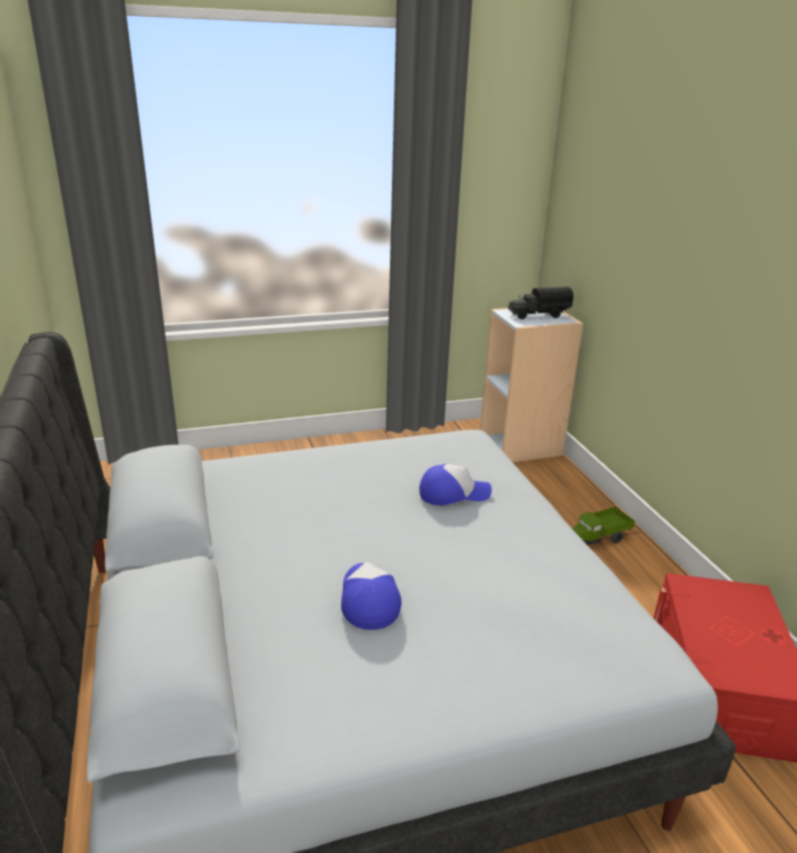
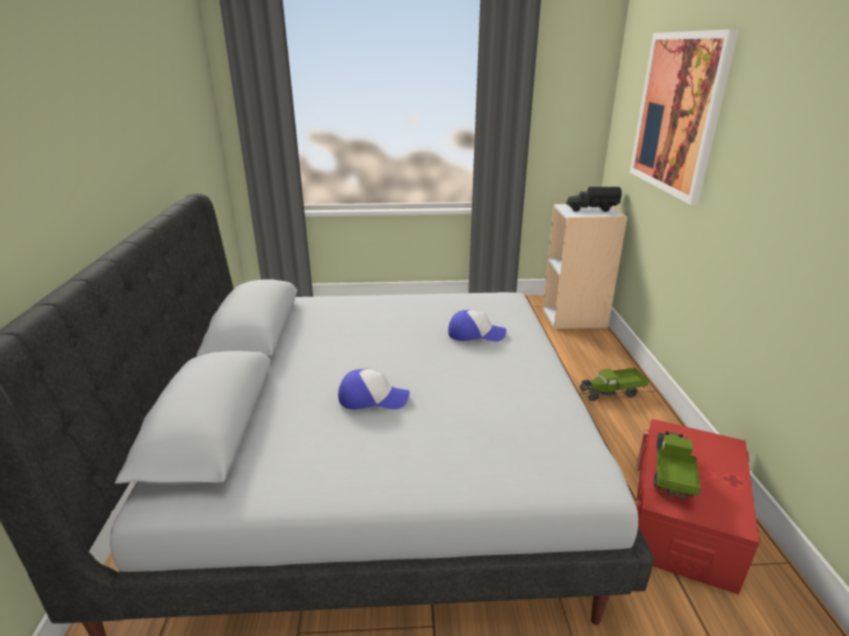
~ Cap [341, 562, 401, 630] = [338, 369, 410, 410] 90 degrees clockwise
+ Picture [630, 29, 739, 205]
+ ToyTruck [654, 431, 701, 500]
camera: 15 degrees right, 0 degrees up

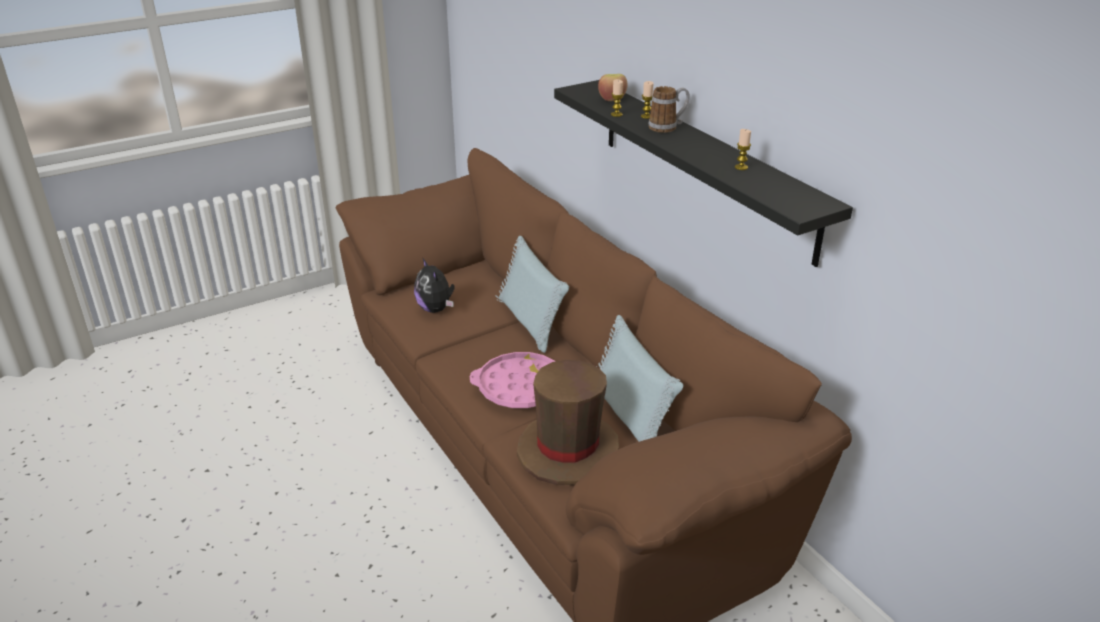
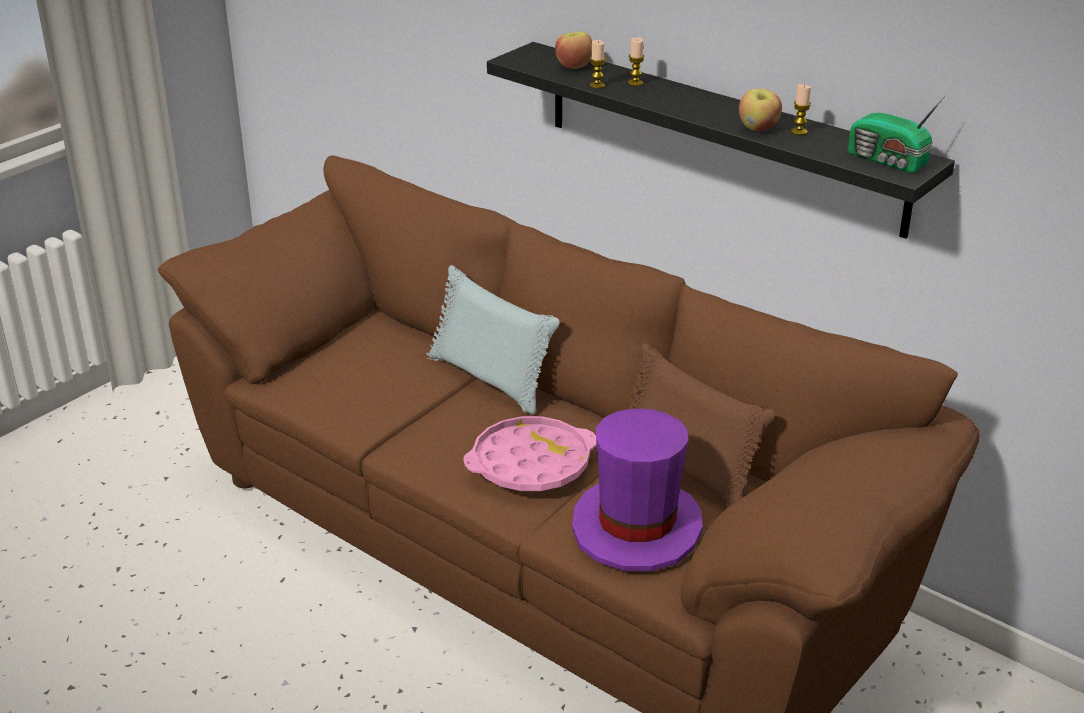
- PlushToy [414, 259, 455, 313]
~ BrownHat [517, 360, 619, 485] to PurpleHat [572, 409, 703, 571]
~ BluePillow [598, 315, 683, 442] to BrownPillow [629, 343, 775, 508]
- Mug [648, 86, 690, 133]
+ Apple [739, 89, 782, 131]
+ Radio [848, 95, 946, 173]
camera: 20 degrees left, 0 degrees up

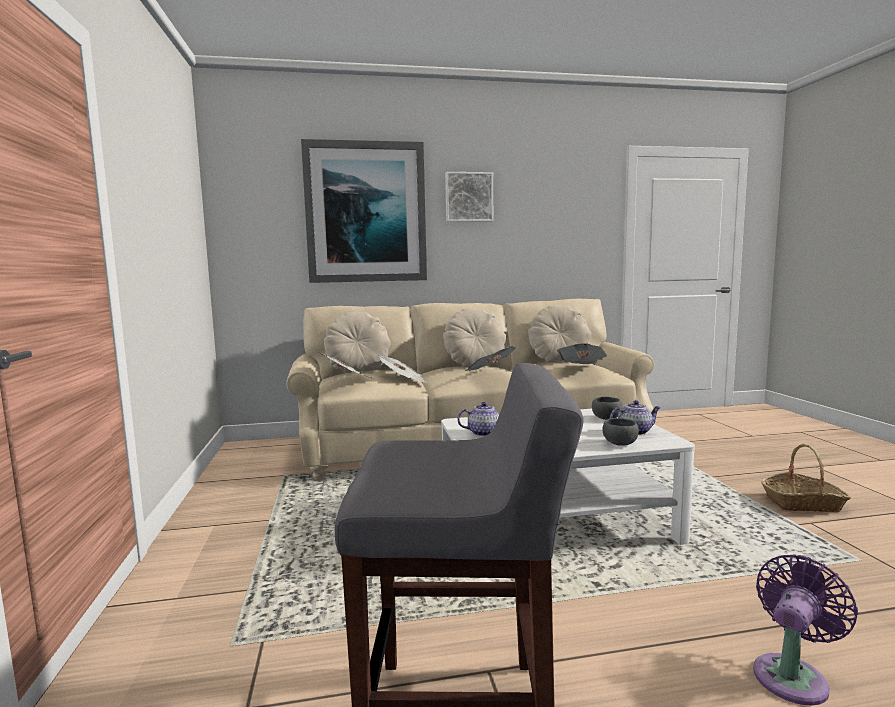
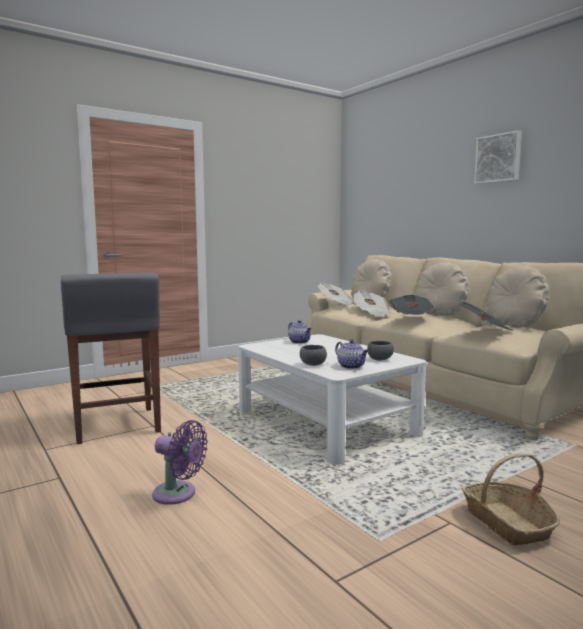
- Picture [301, 139, 427, 283]
camera: 65 degrees right, 0 degrees up

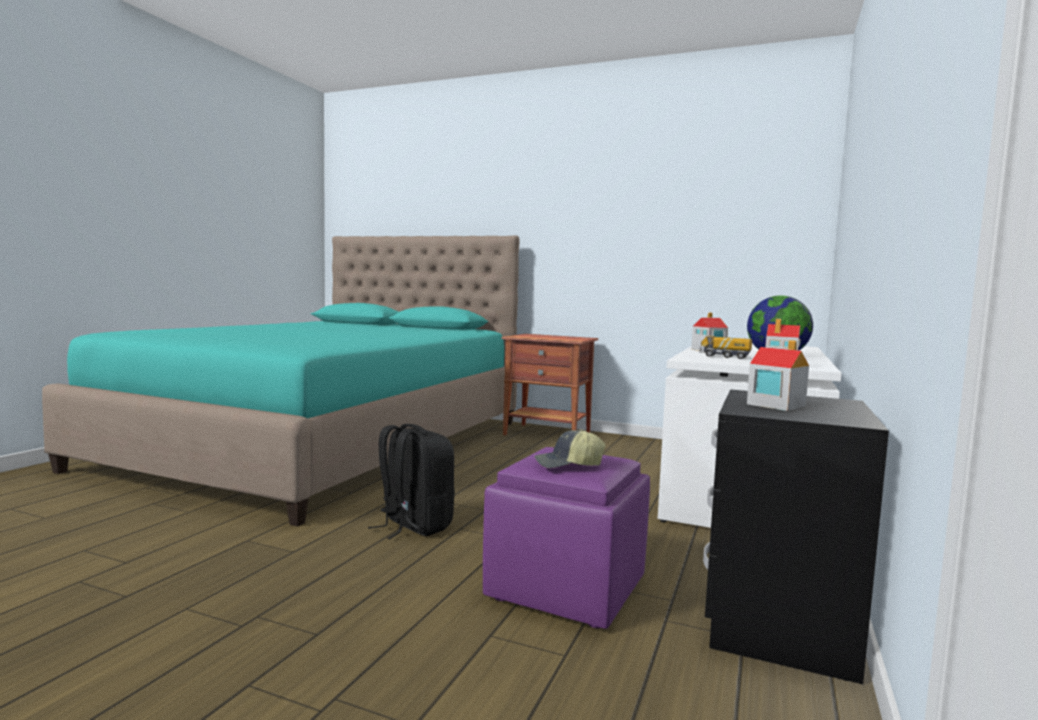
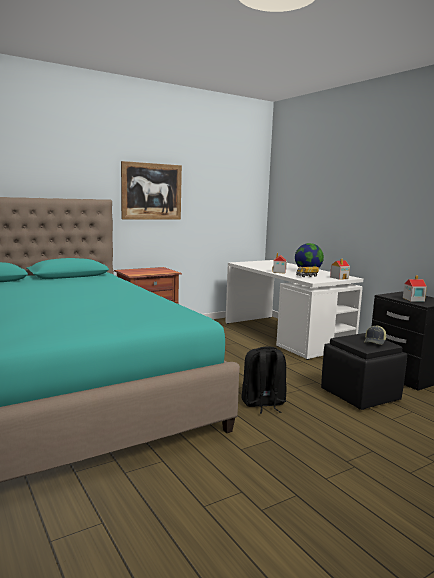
~ PurpleOttoman [483, 447, 650, 629] to BlackOttoman [321, 333, 407, 410]
+ Picture [121, 161, 182, 219]
camera: 55 degrees left, 5 degrees up

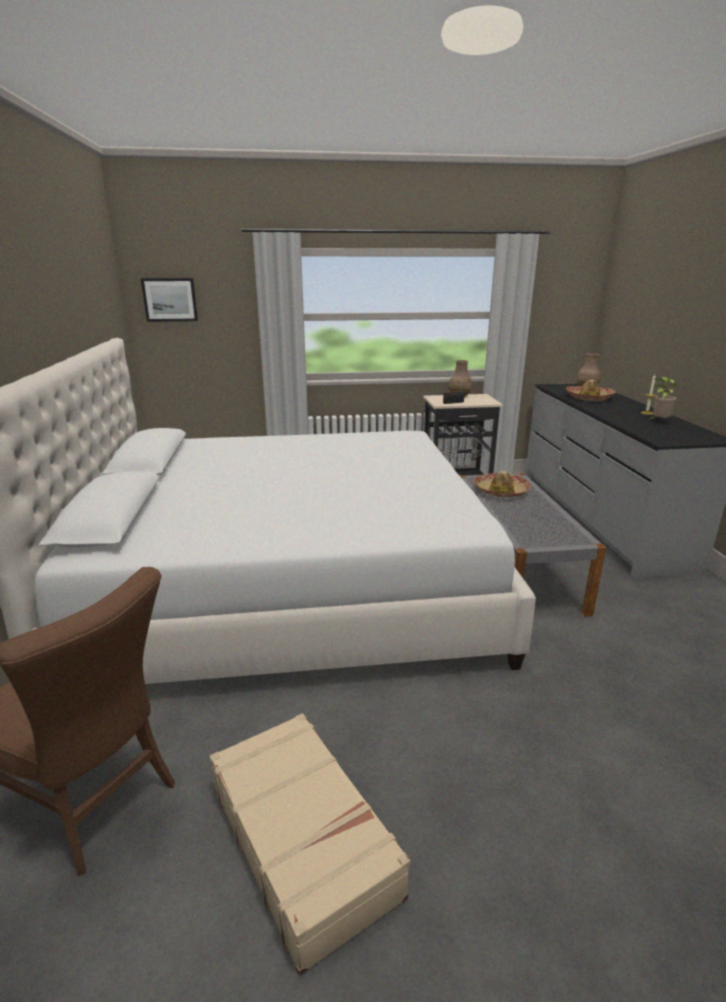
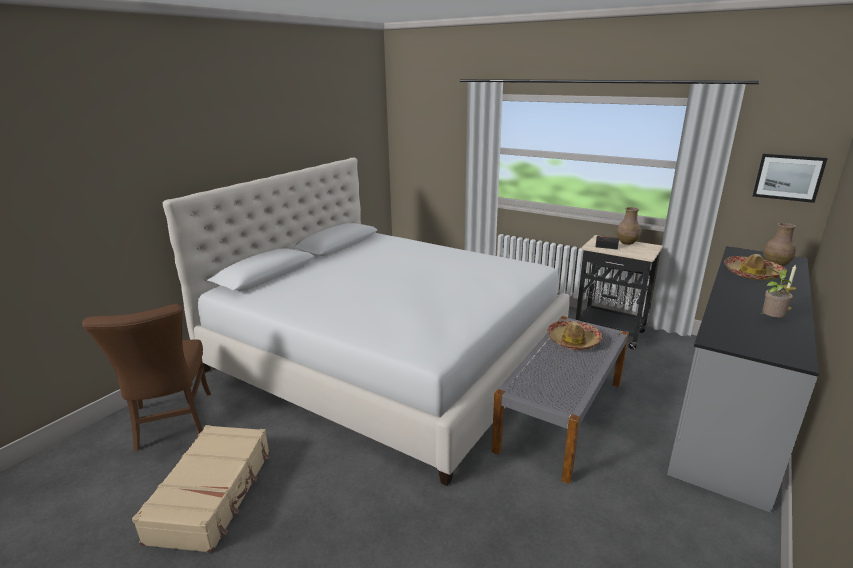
~ Picture [141, 278, 198, 322] to [753, 153, 828, 203]
camera: 40 degrees right, 0 degrees up

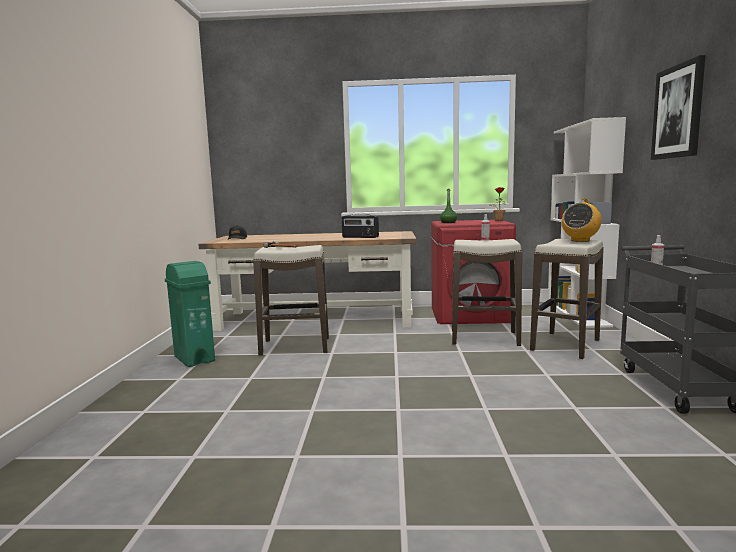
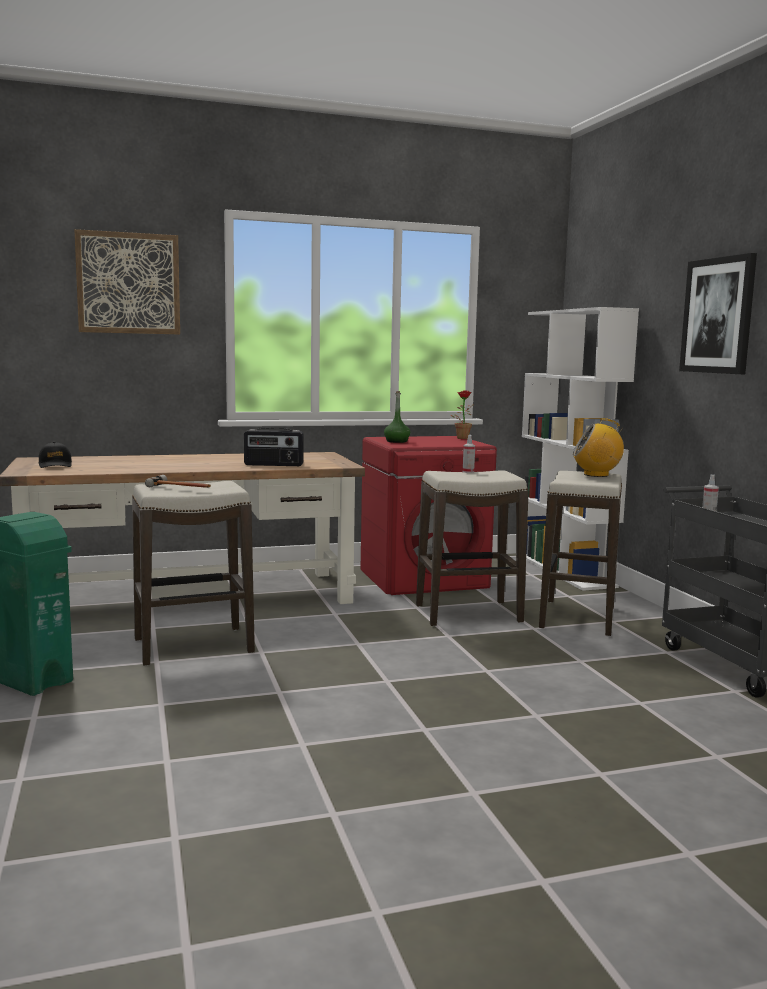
~ Radio [562, 198, 602, 242] = [573, 418, 624, 477] 75 degrees clockwise
+ Picture [74, 229, 180, 334]
camera: 20 degrees left, 0 degrees up

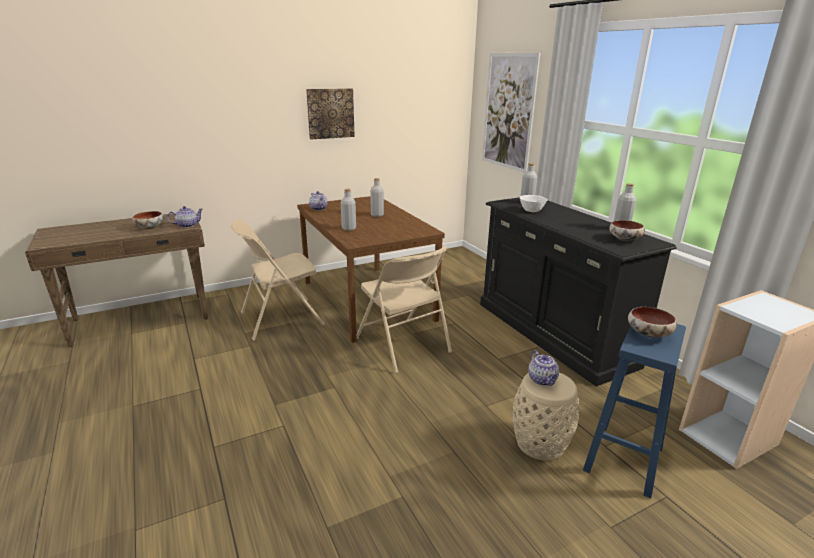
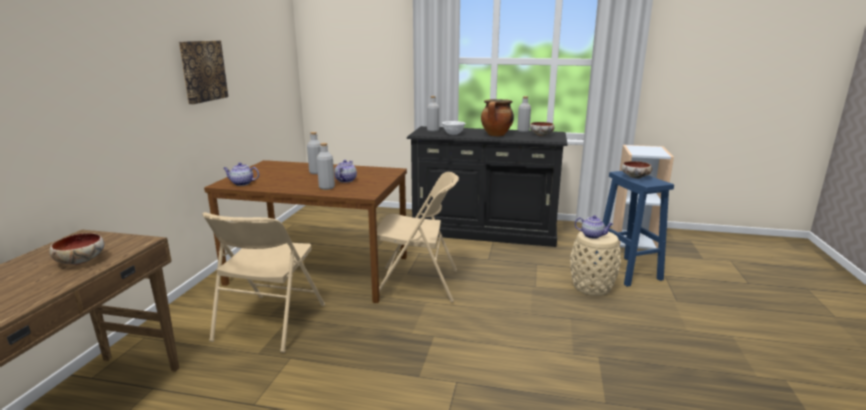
~ Teapot [167, 206, 203, 228] to [334, 160, 357, 183]
- Picture [482, 53, 540, 173]
+ CookingPot [481, 99, 514, 136]
camera: 50 degrees left, 5 degrees down

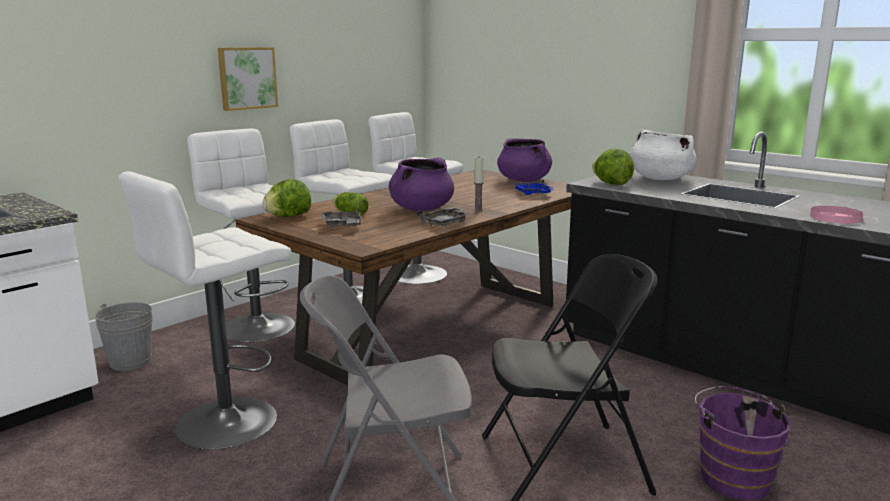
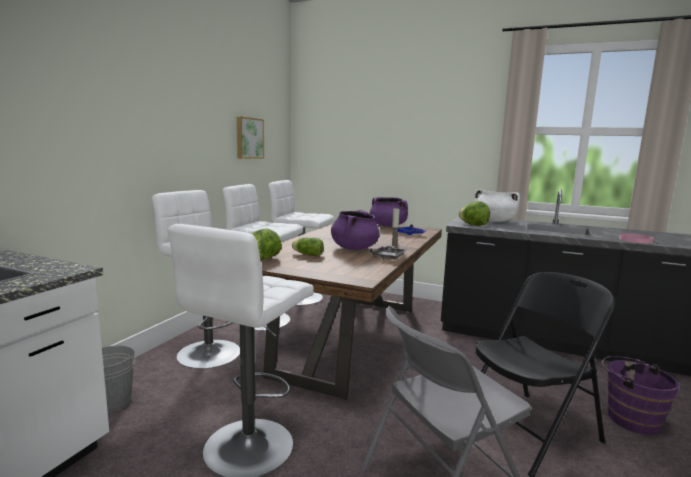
~ Picture [218, 47, 278, 111] to [237, 116, 264, 159]
- GreyTray [321, 208, 362, 228]
camera: 20 degrees left, 5 degrees down

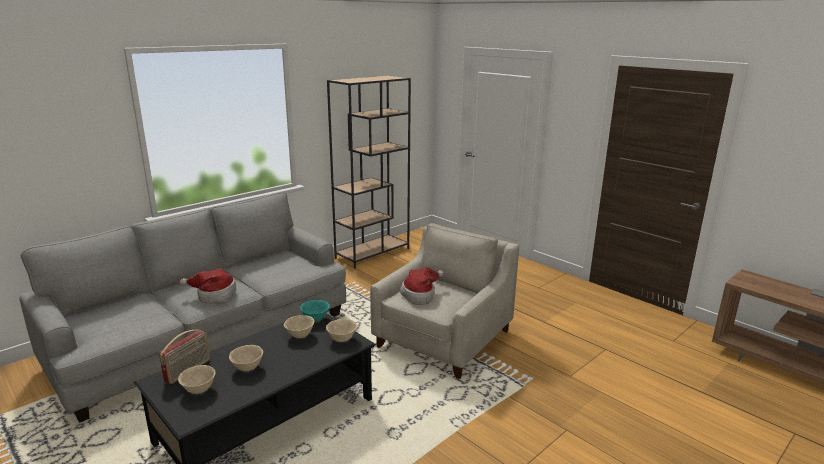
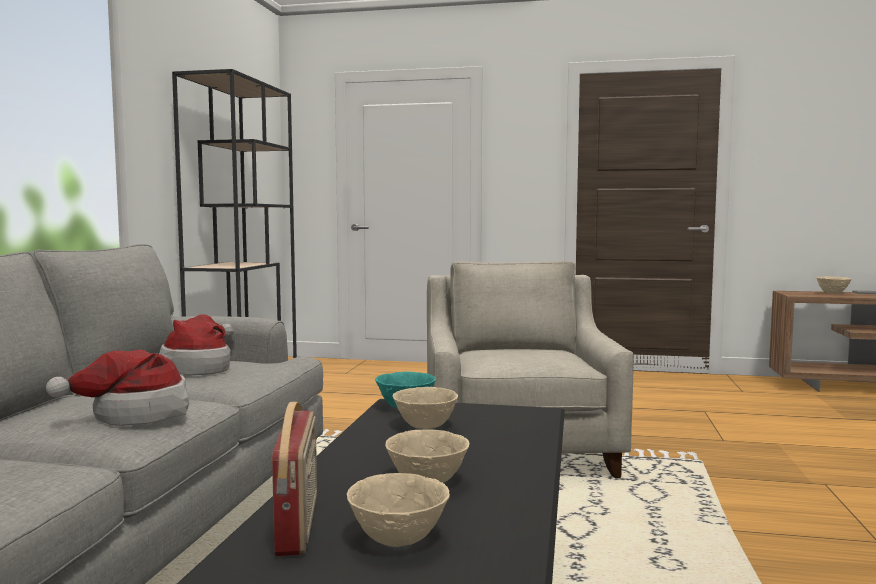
~ BeigeBowl [326, 319, 357, 342] to [816, 277, 851, 294]
~ Hat [400, 267, 444, 305] to [159, 314, 234, 375]
camera: 35 degrees left, 15 degrees down

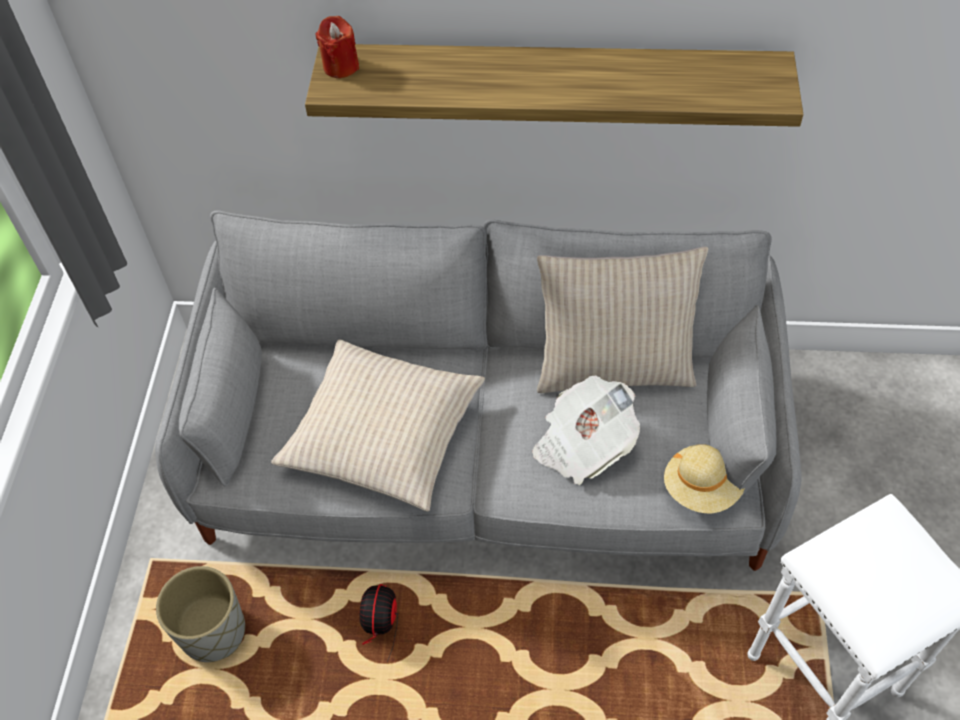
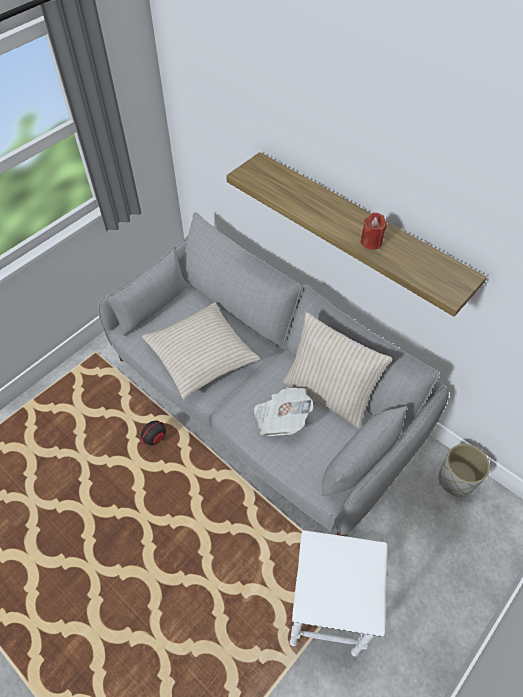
~ GreyPlanter [156, 566, 245, 662] to [439, 444, 490, 497]
~ RedCandle [315, 16, 359, 78] to [361, 213, 387, 250]
- BeigeHat [664, 445, 745, 513]
camera: 35 degrees right, 0 degrees up

